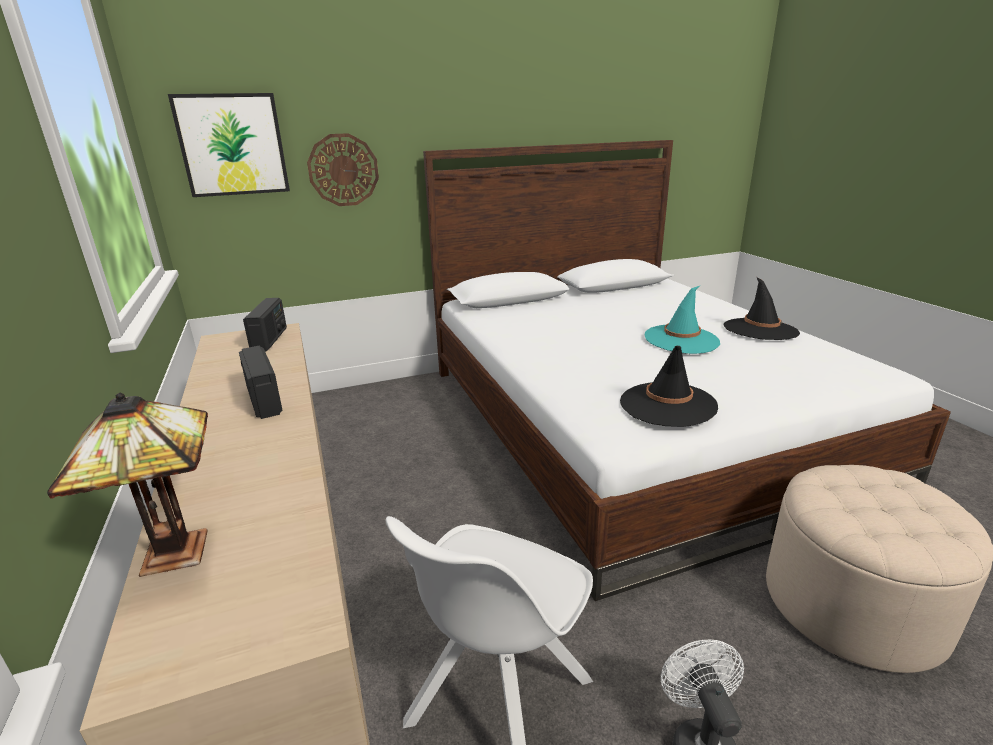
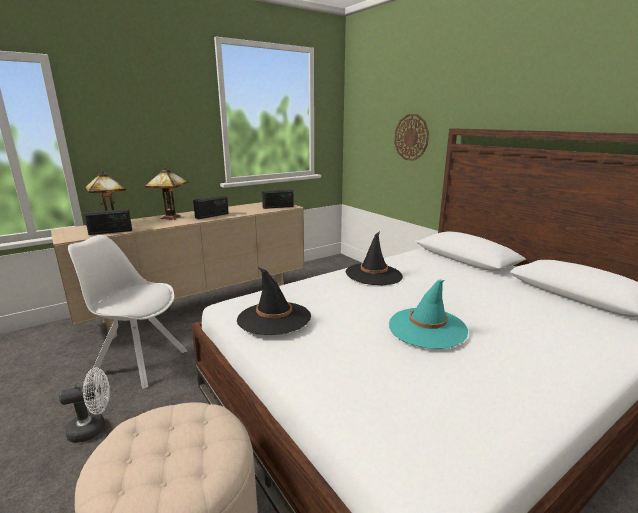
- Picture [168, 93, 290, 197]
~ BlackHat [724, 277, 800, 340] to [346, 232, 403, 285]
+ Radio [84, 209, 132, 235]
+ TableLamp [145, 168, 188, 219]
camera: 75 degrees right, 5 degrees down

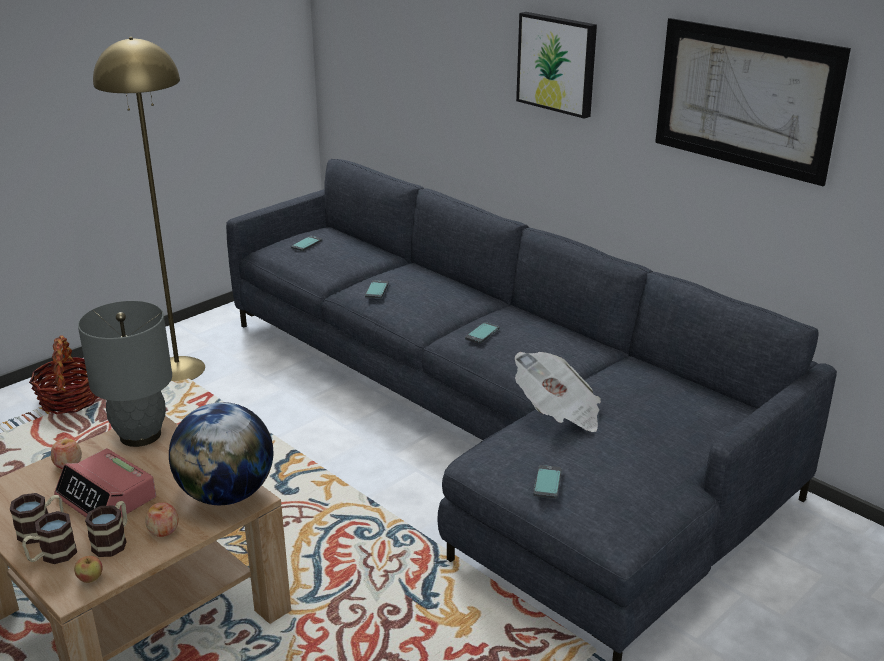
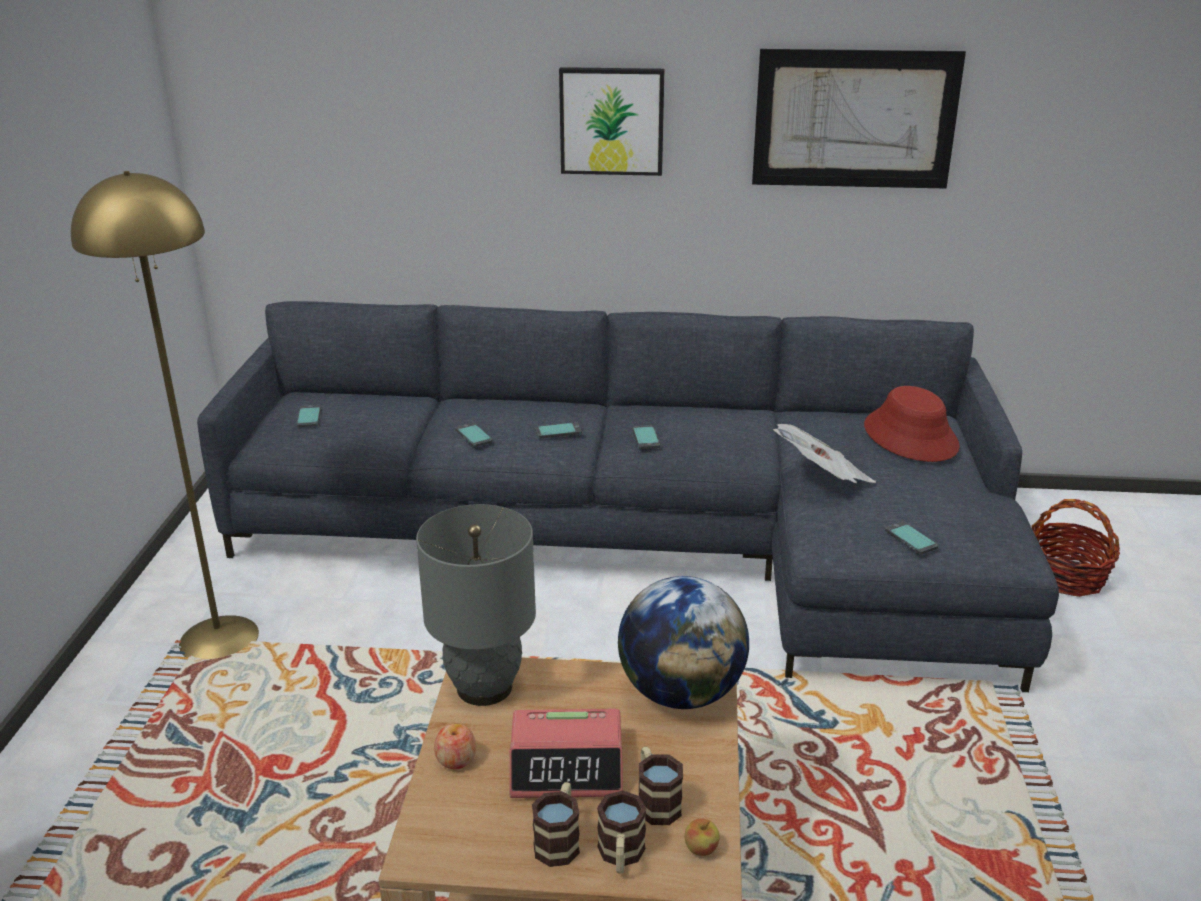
~ Basket [29, 335, 98, 414] to [1031, 499, 1120, 597]
- Apple [145, 502, 179, 537]
+ Phone [535, 422, 582, 439]
+ RedHat [864, 386, 960, 462]
camera: 40 degrees left, 0 degrees up

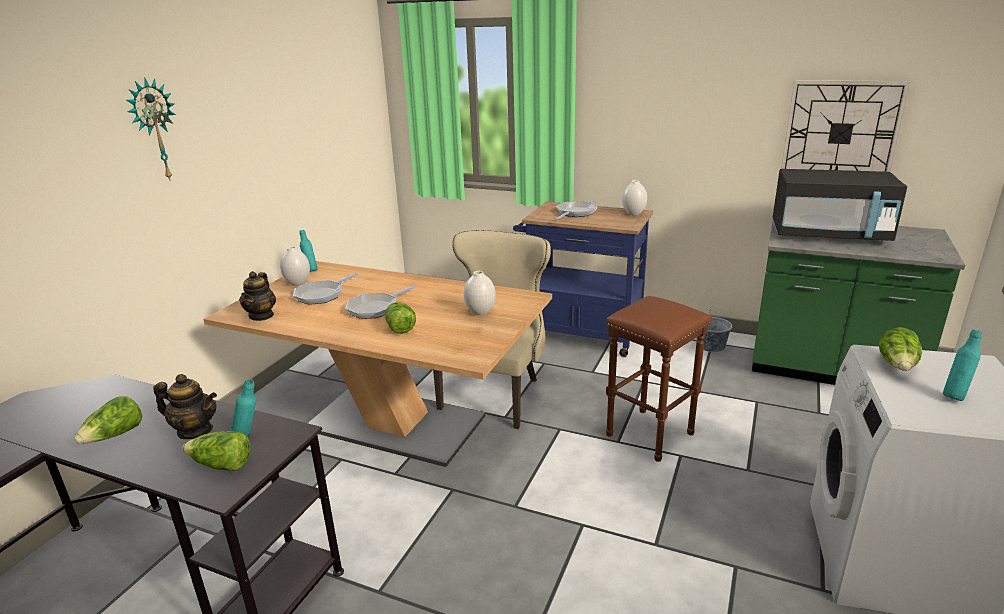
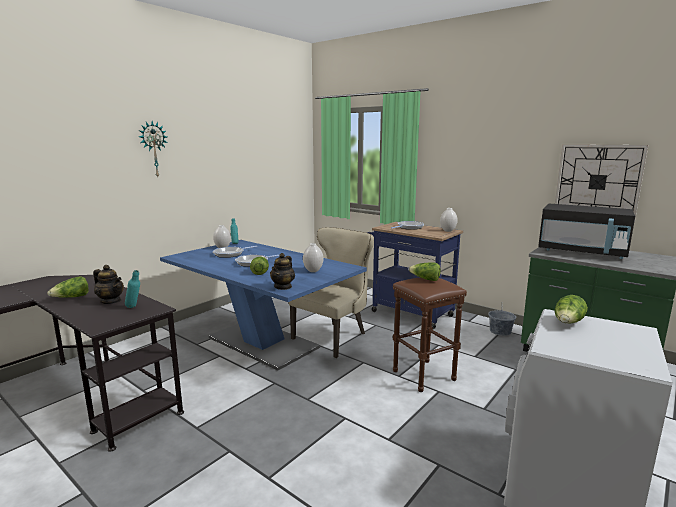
~ Lettuce [182, 431, 250, 471] to [409, 262, 441, 281]
~ BrownDiningTable [203, 261, 552, 467] to BlueDiningTable [160, 240, 367, 370]
~ Teapot [239, 271, 276, 321] to [270, 253, 295, 290]
- TurquoiseBottle [943, 329, 982, 401]
camera: 15 degrees right, 10 degrees down

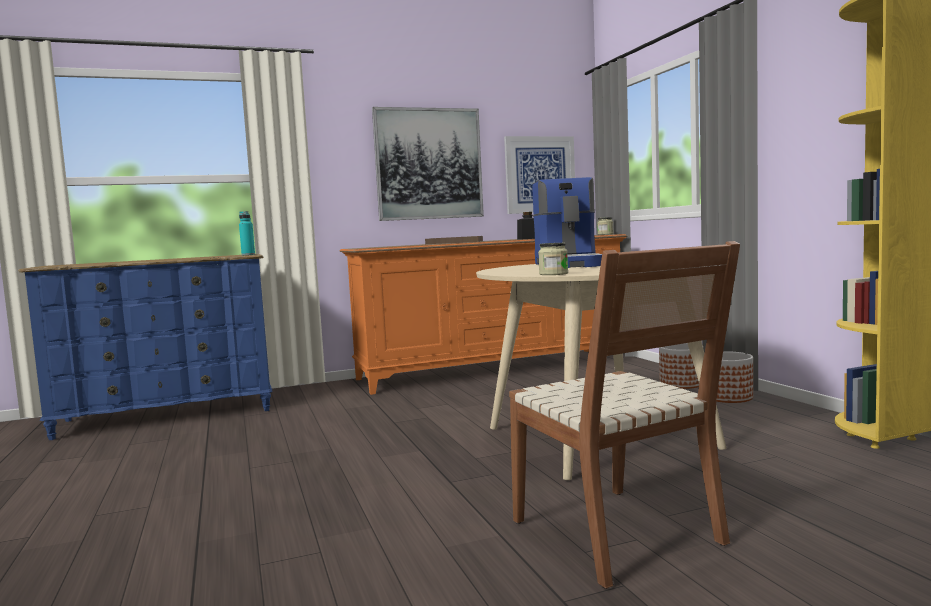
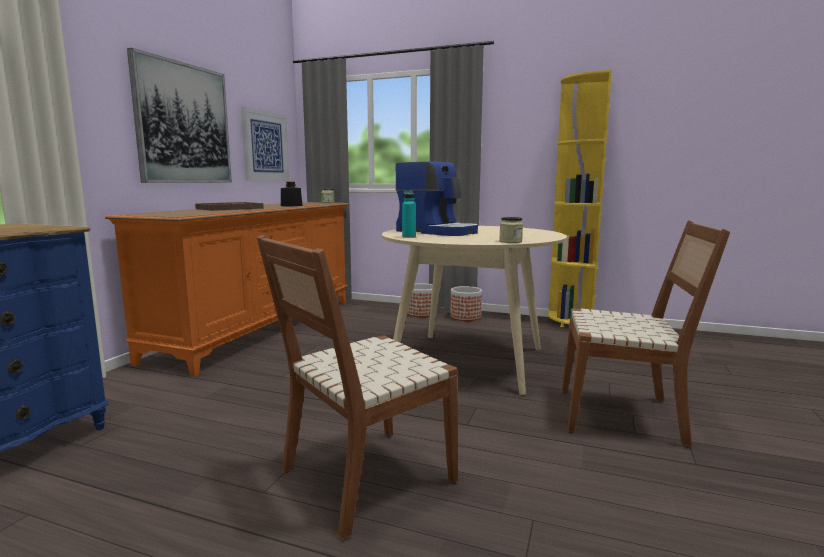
~ TurquoiseBottle [239, 211, 255, 255] to [402, 190, 416, 238]
+ Chair [257, 235, 458, 540]
camera: 50 degrees left, 5 degrees up

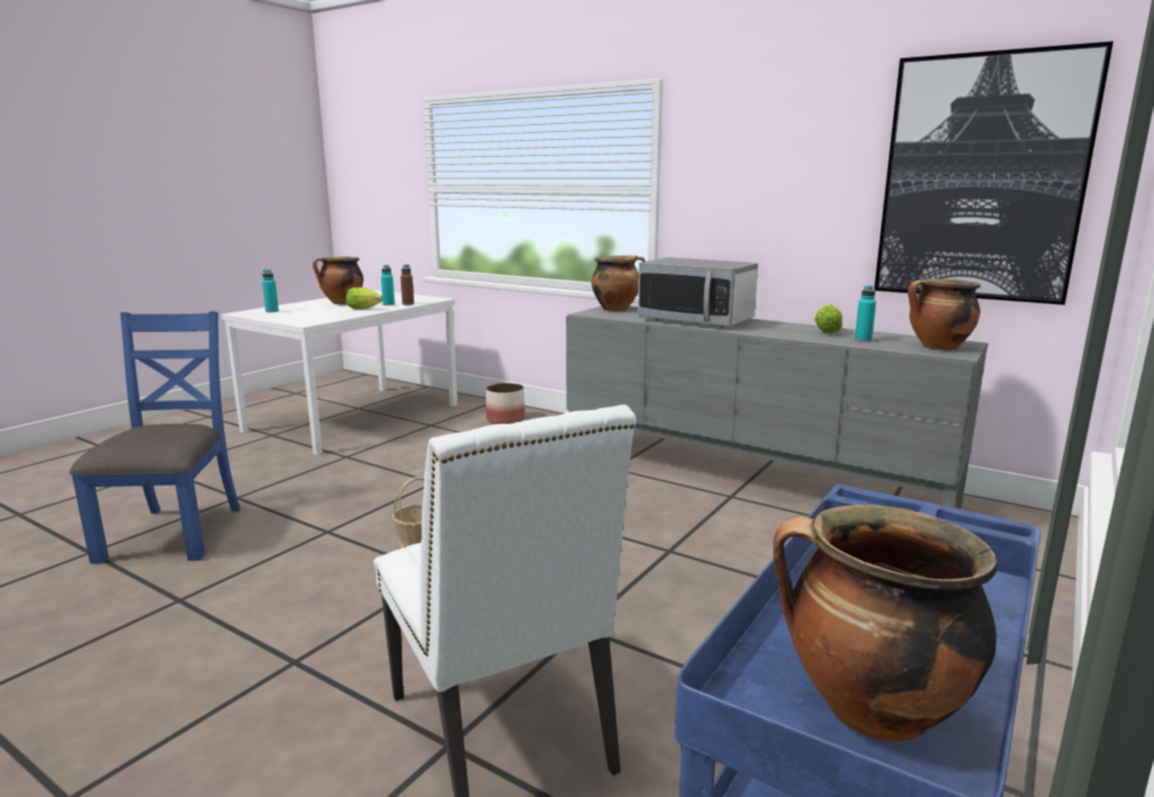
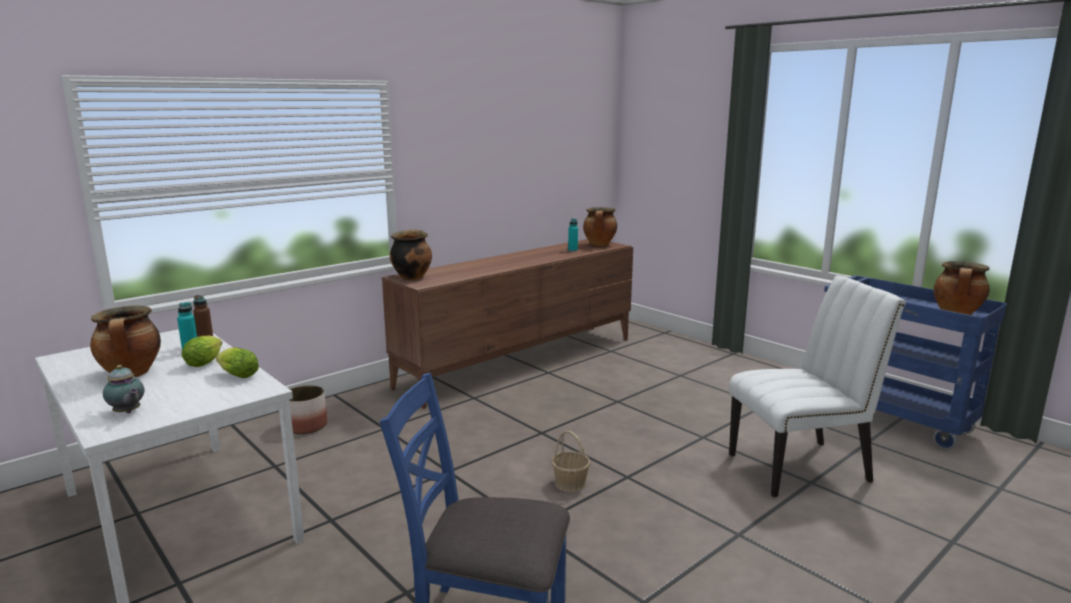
~ TurquoiseBottle [262, 270, 279, 312] to Teapot [103, 365, 144, 414]
~ GreyCabinet [566, 306, 988, 509] to BrownCabinet [382, 239, 633, 409]
- Microwave [638, 257, 758, 327]
~ Lettuce [814, 304, 843, 334] to [216, 347, 259, 378]
- Picture [874, 41, 1113, 305]
camera: 75 degrees left, 0 degrees up

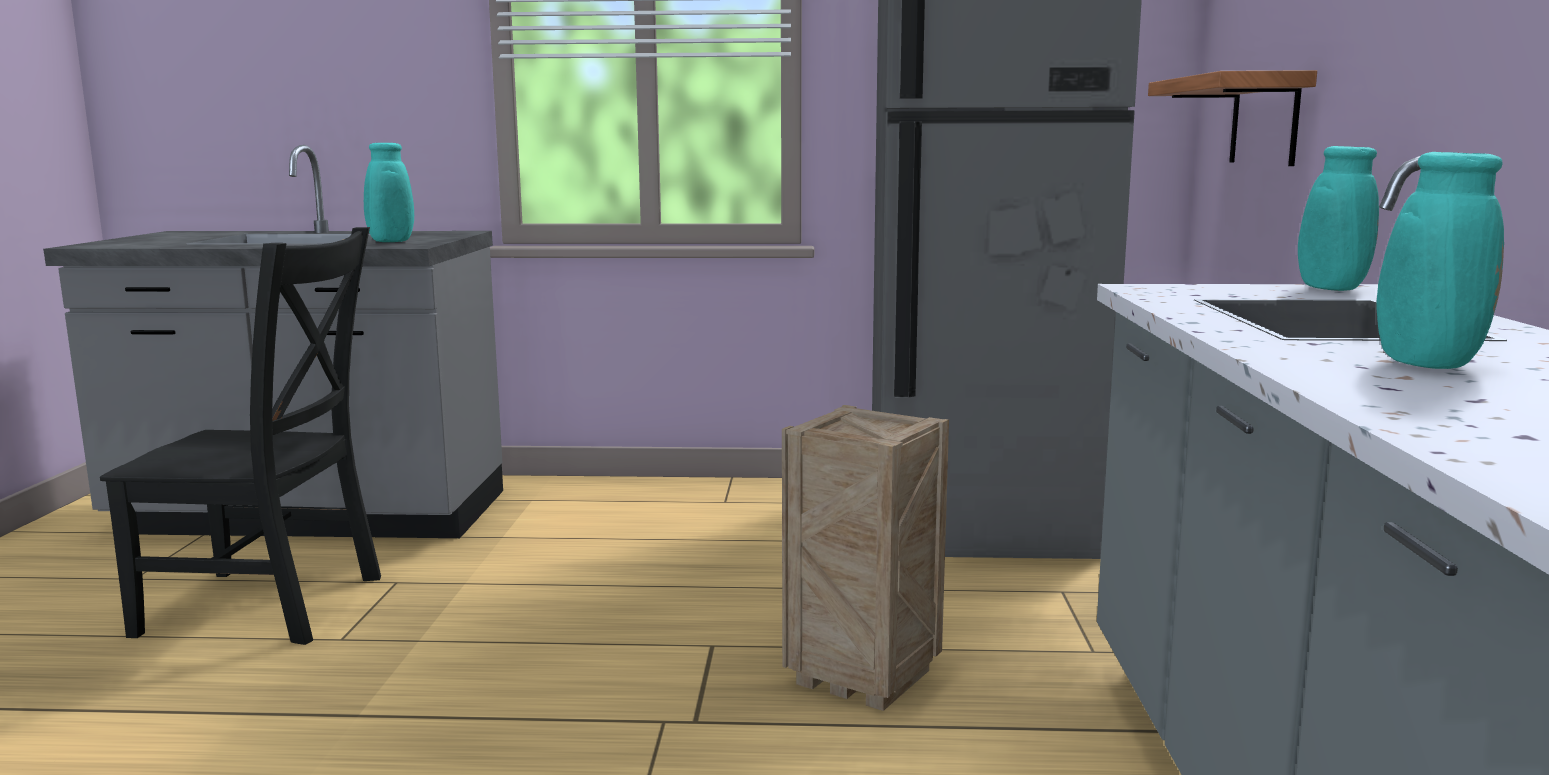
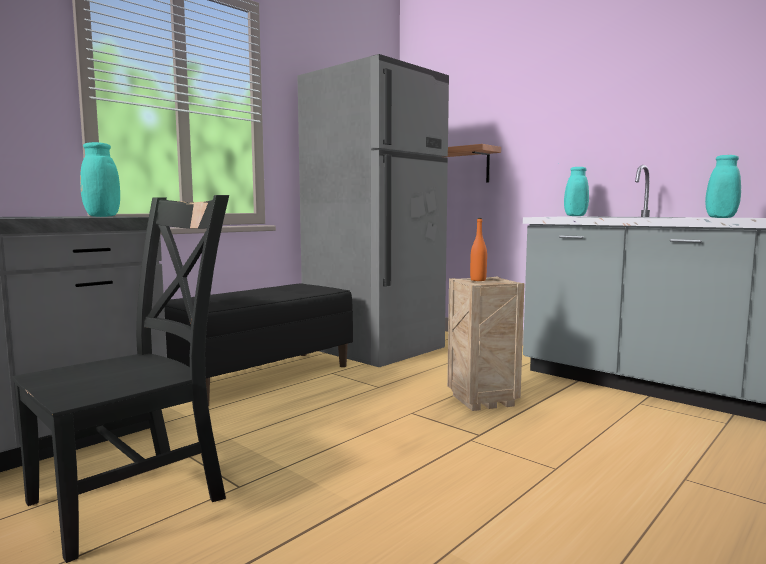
+ BlackBench [164, 283, 353, 406]
+ OrangeBottle [470, 218, 487, 281]
camera: 50 degrees left, 5 degrees down

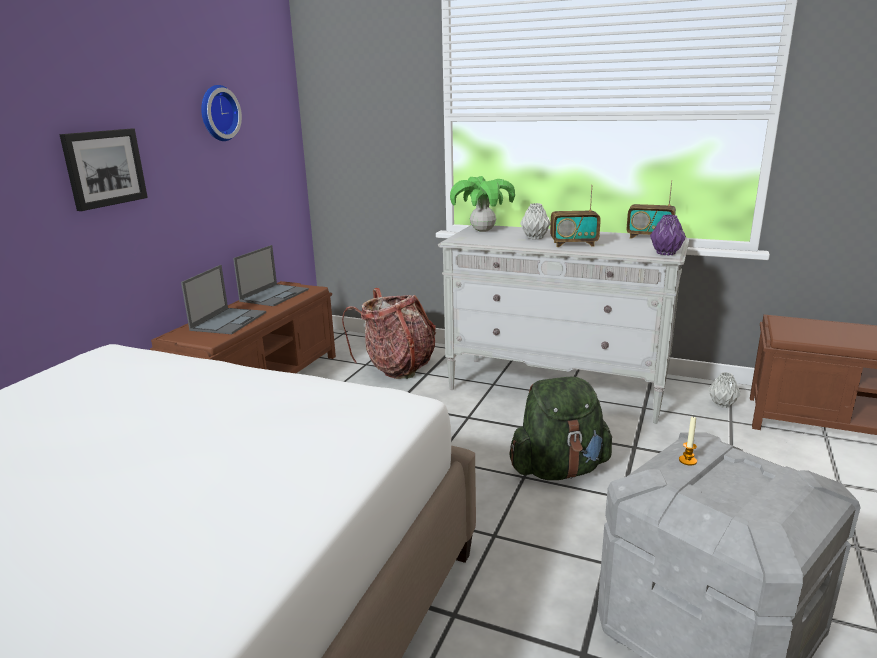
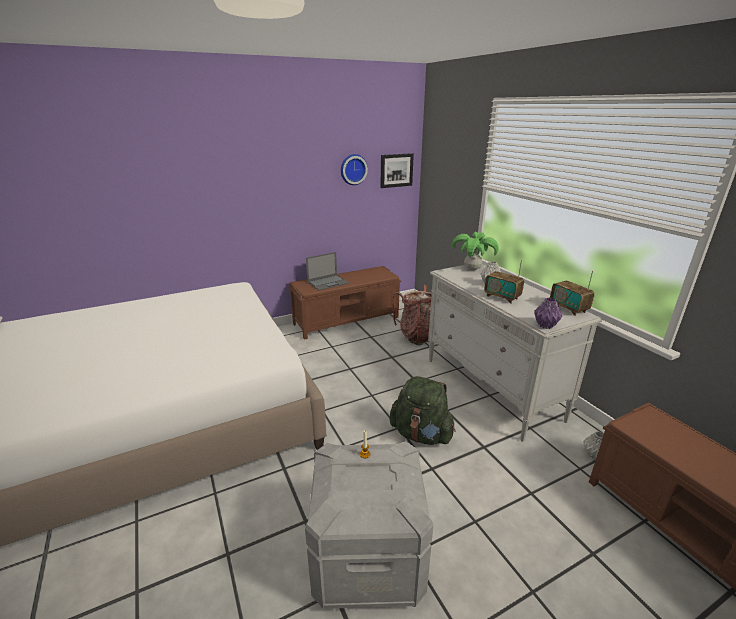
~ Picture [59, 129, 148, 211] to [380, 153, 414, 188]
- Laptop [233, 245, 309, 306]
camera: 40 degrees right, 5 degrees up

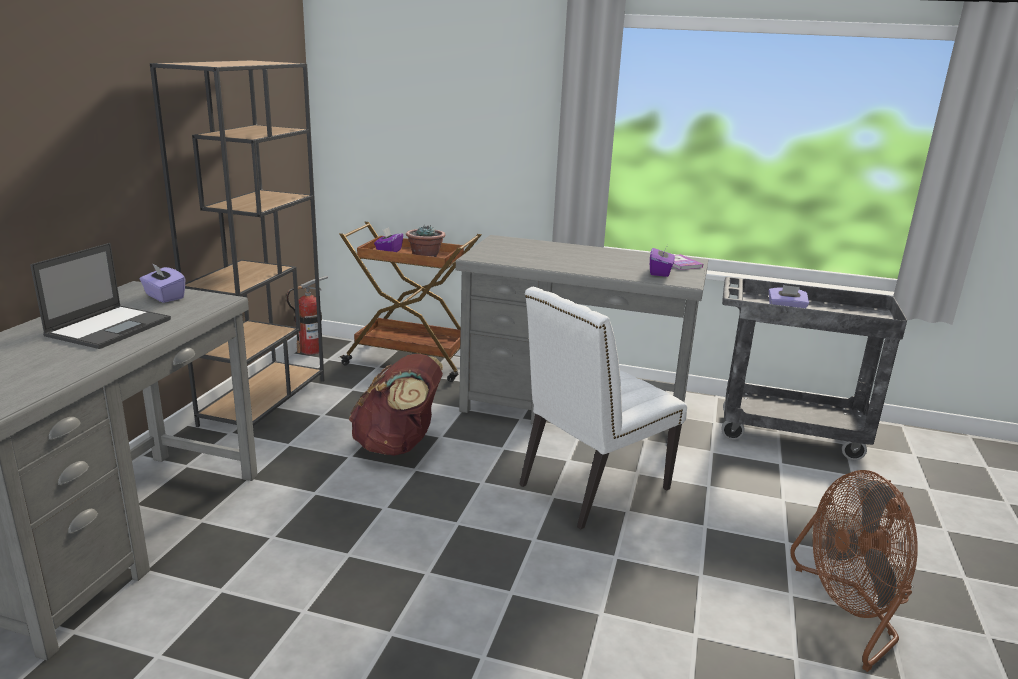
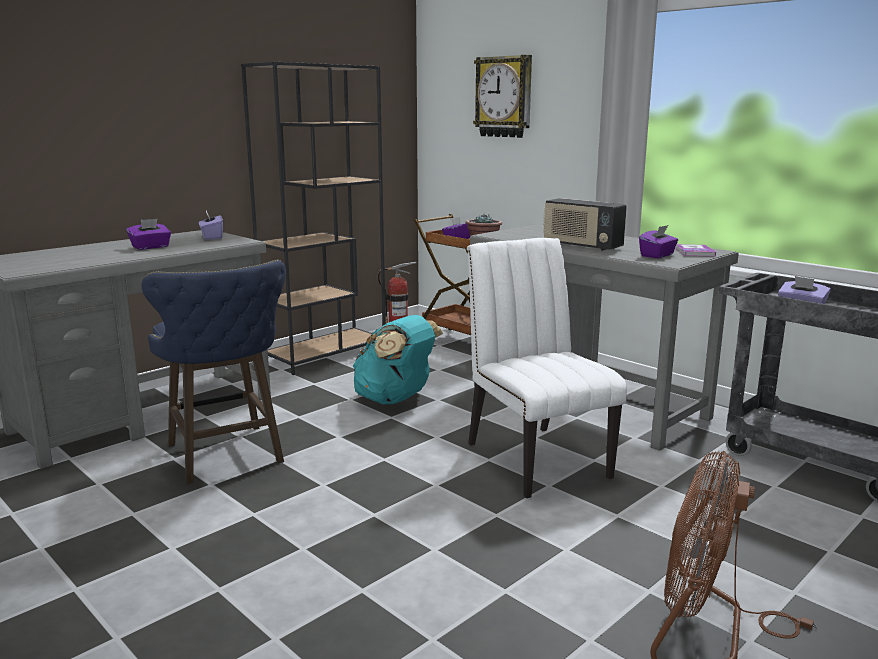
~ Laptop [30, 243, 171, 349] to PurpleTissueBox [127, 219, 171, 250]
~ BrownBackpack [349, 354, 443, 456] to TurquoiseBackpack [353, 315, 443, 404]
~ WhiteChair [519, 286, 687, 530] = [467, 238, 627, 498] 75 degrees clockwise
+ BlueStool [141, 260, 286, 484]
+ WallClock [473, 55, 532, 138]
+ Radio [543, 198, 627, 251]
camera: 30 degrees right, 5 degrees down

